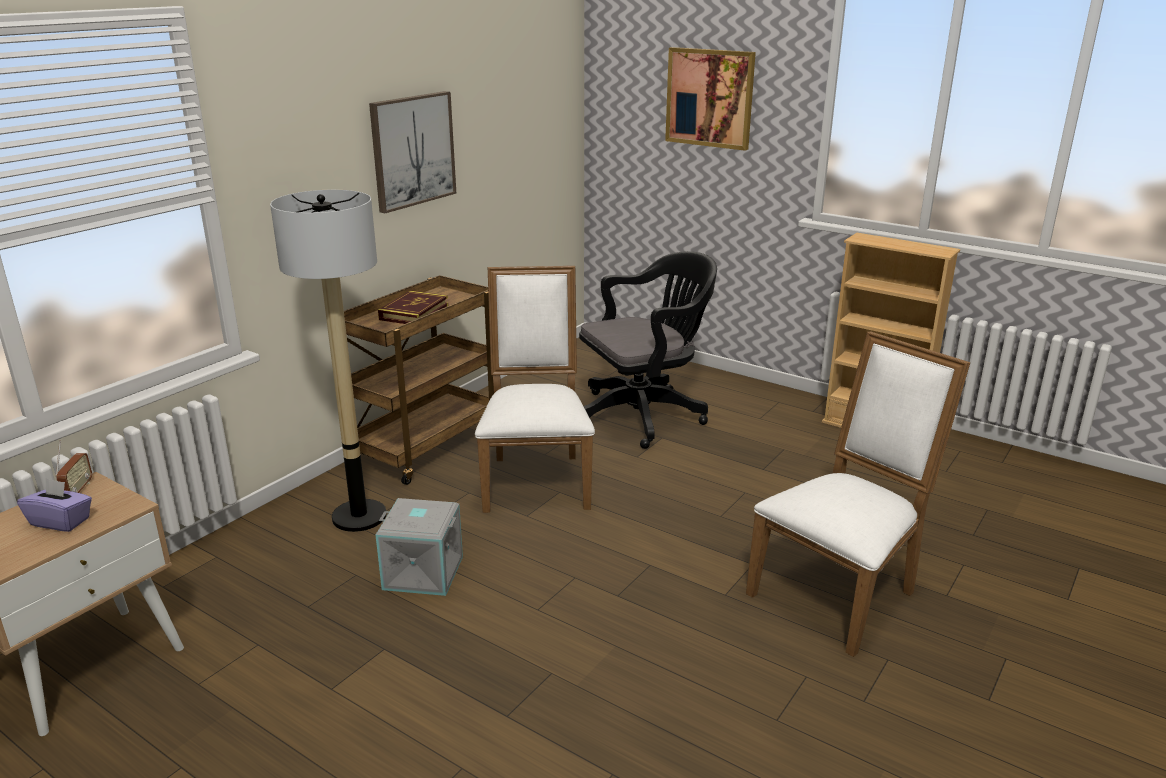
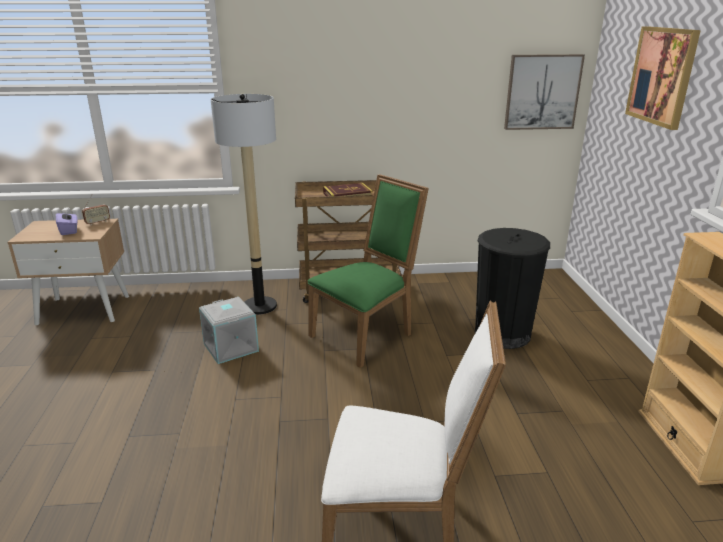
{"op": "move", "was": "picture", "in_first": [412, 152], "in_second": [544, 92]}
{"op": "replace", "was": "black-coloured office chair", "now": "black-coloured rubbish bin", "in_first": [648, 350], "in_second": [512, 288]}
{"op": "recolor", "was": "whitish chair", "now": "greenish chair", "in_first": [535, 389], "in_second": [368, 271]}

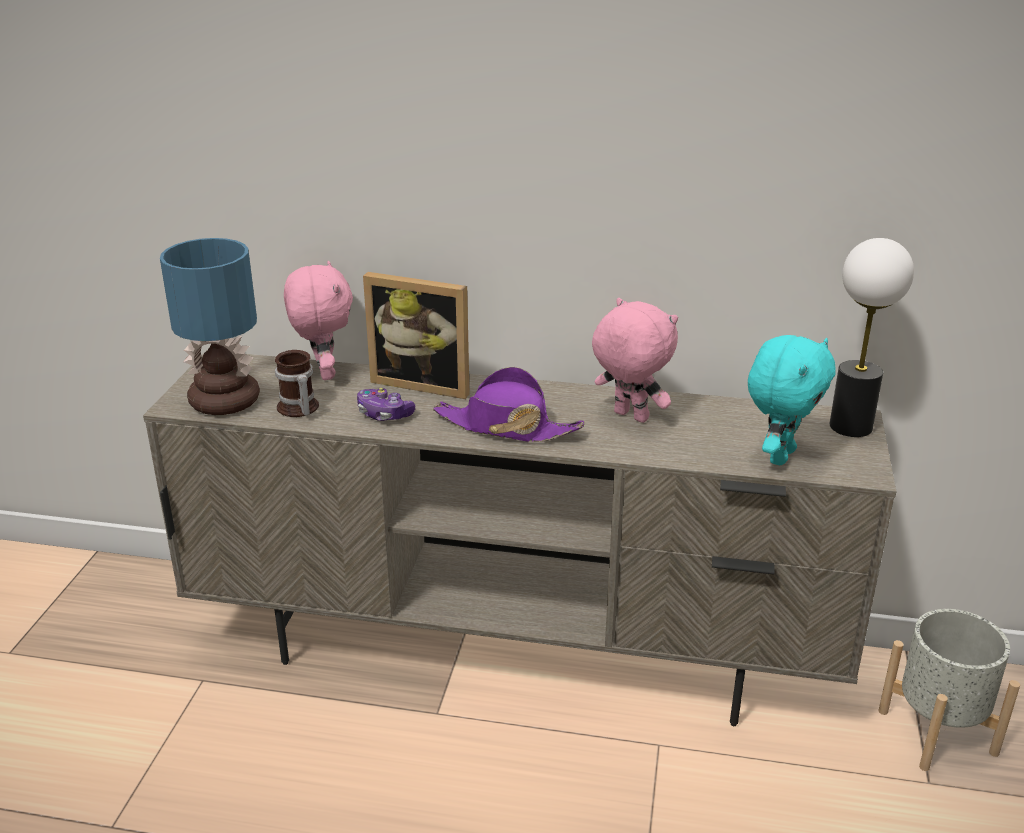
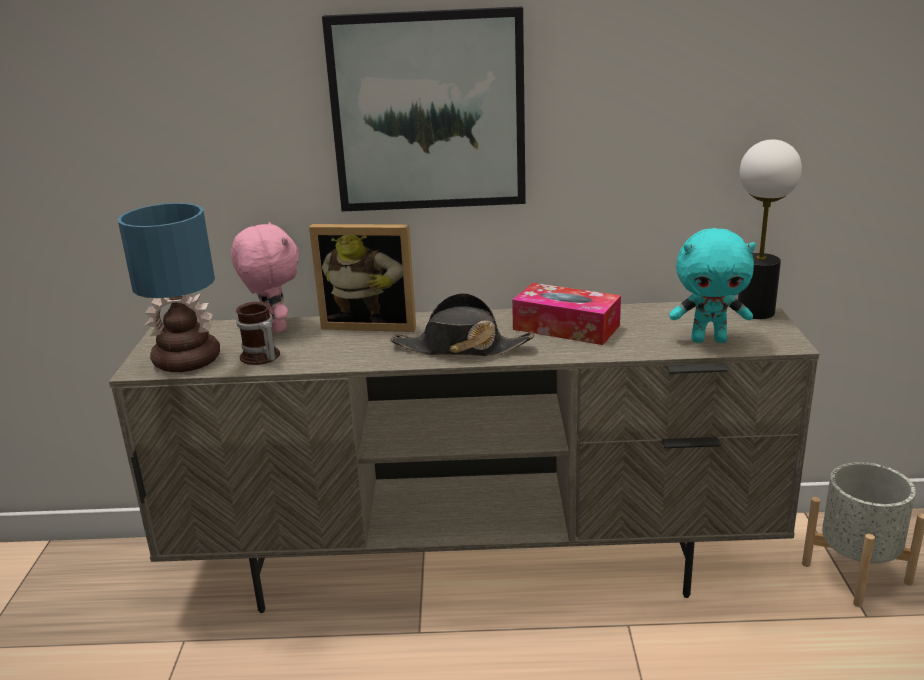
{"op": "delete", "was": "gamepad", "in_first": [386, 404]}
{"op": "insert", "now": "picture", "in_second": [424, 109]}
{"op": "replace", "was": "pink-coloured soft toy", "now": "tissue box", "in_first": [635, 360], "in_second": [566, 314]}
{"op": "recolor", "was": "purple-coloured hat", "now": "black-coloured hat", "in_first": [509, 404], "in_second": [462, 324]}
{"op": "rotate", "was": "turquoise soft toy", "in_first": [792, 400], "in_second": [712, 285], "clockwise": 75}

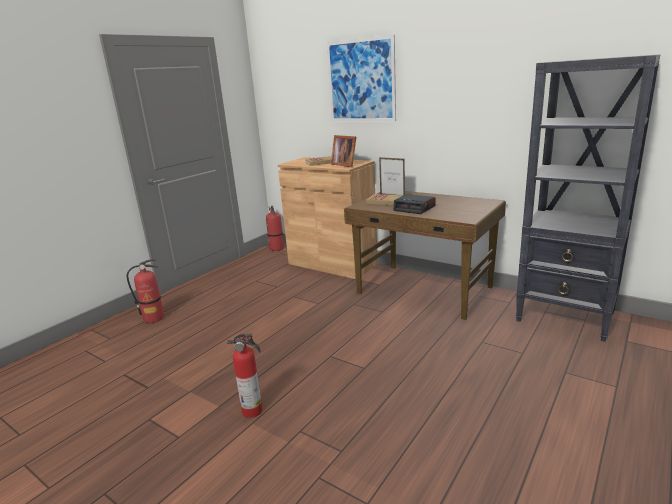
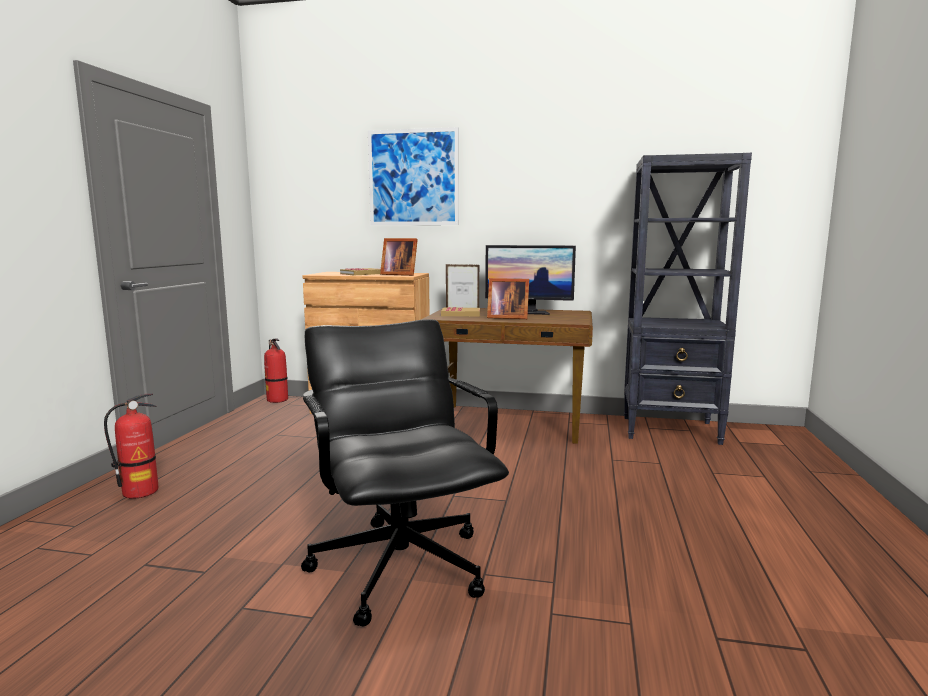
{"op": "insert", "now": "computer display", "in_second": [530, 280]}
{"op": "replace", "was": "fire-fighting cylinder", "now": "black-coloured office chair", "in_first": [245, 375], "in_second": [405, 472]}
{"op": "replace", "was": "alarm clock", "now": "photo frame", "in_first": [414, 204], "in_second": [508, 298]}

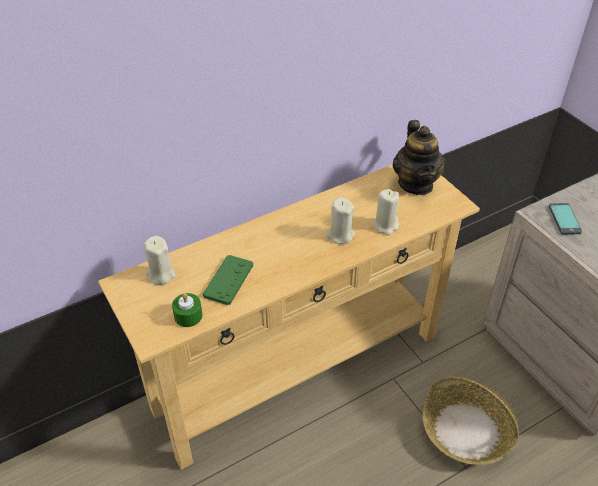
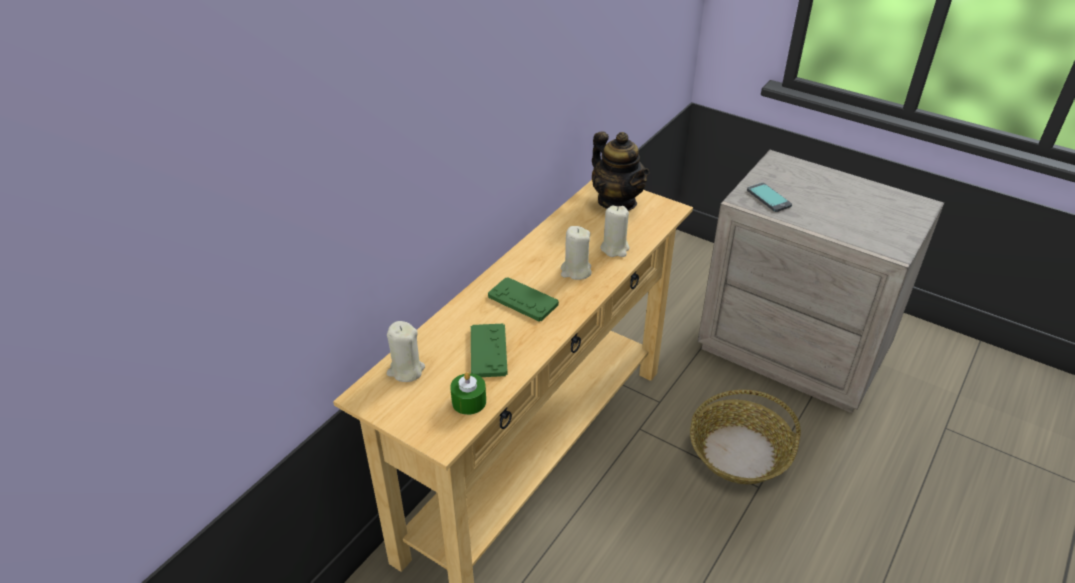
{"op": "insert", "now": "greenish gamepad", "in_second": [523, 299]}

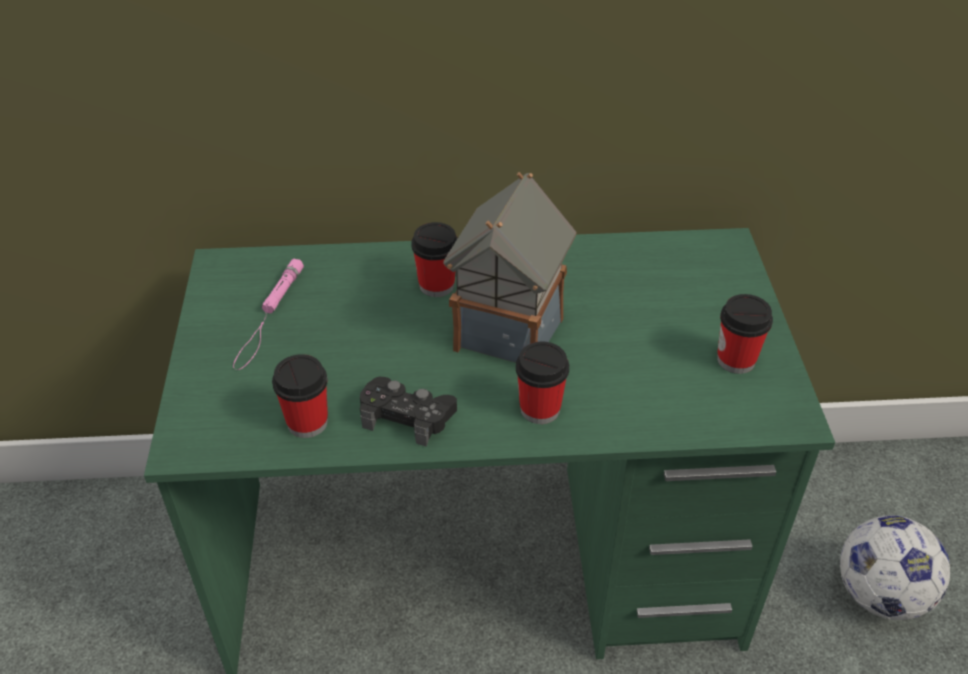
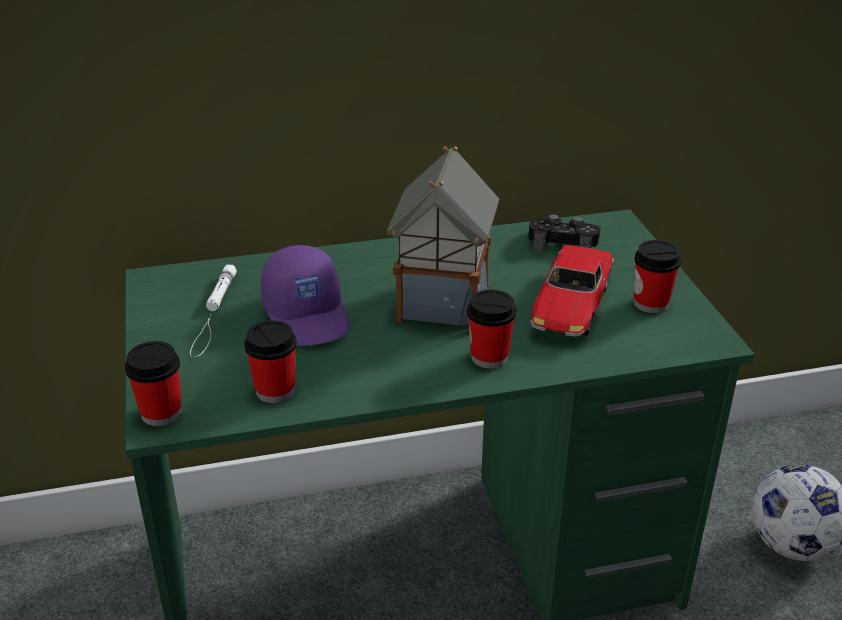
{"op": "insert", "now": "purple-coloured baseball cap", "in_second": [305, 295]}
{"op": "insert", "now": "model car", "in_second": [572, 291]}
{"op": "move", "was": "black-coloured gamepad", "in_first": [408, 412], "in_second": [564, 233]}
{"op": "move", "was": "small cup", "in_first": [434, 259], "in_second": [153, 383]}
{"op": "recolor", "was": "pink-coloured hand torch", "now": "whitish hand torch", "in_first": [268, 314], "in_second": [213, 311]}

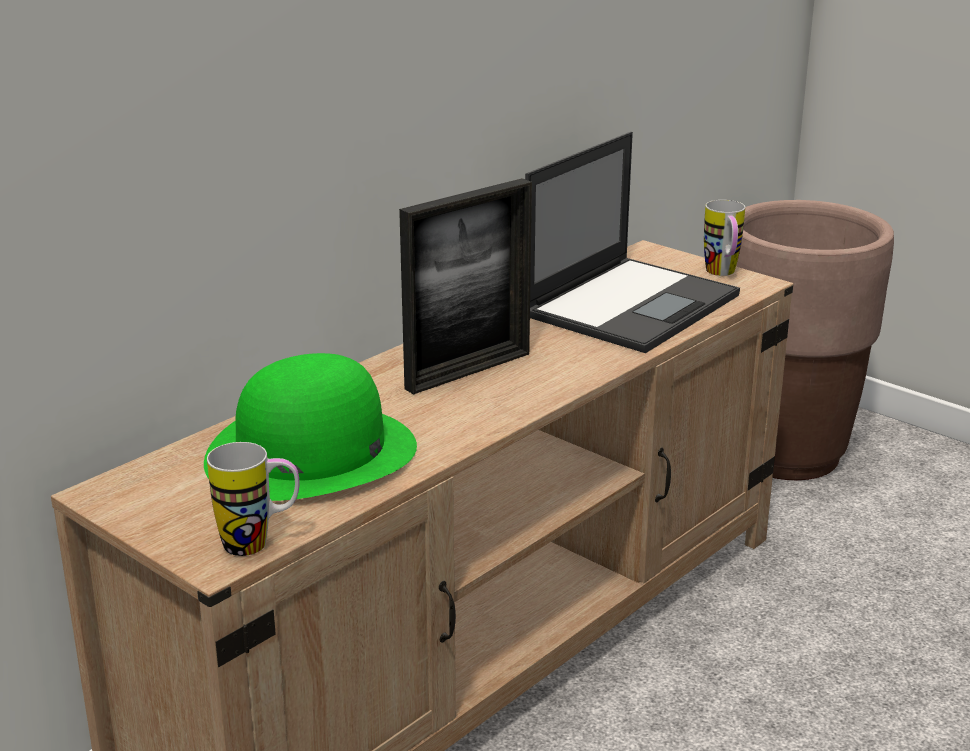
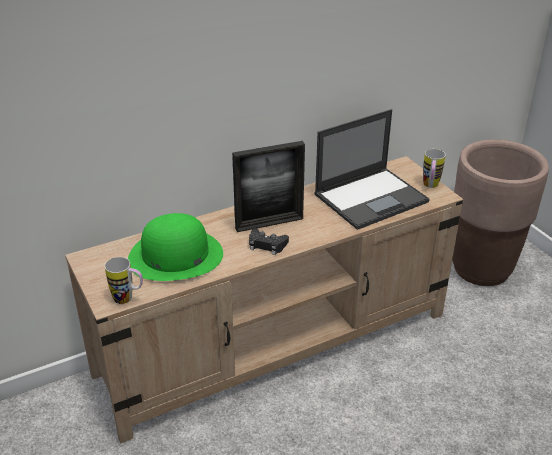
{"op": "insert", "now": "black-coloured gamepad", "in_second": [269, 241]}

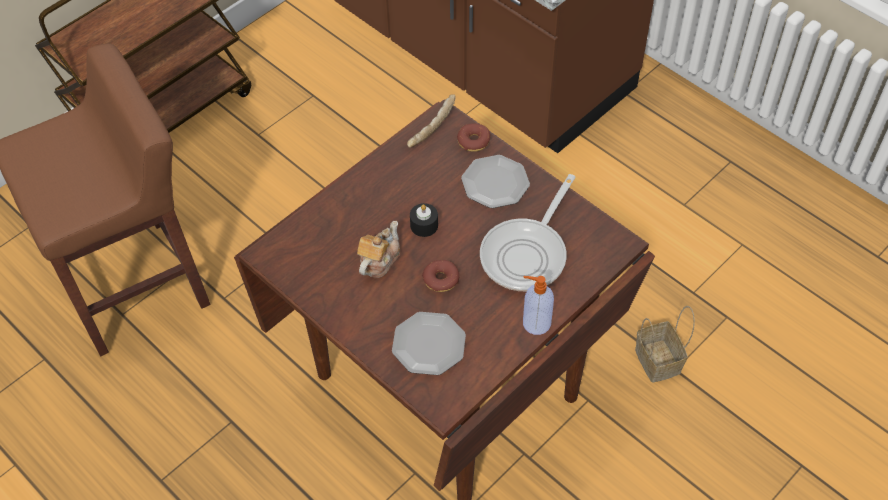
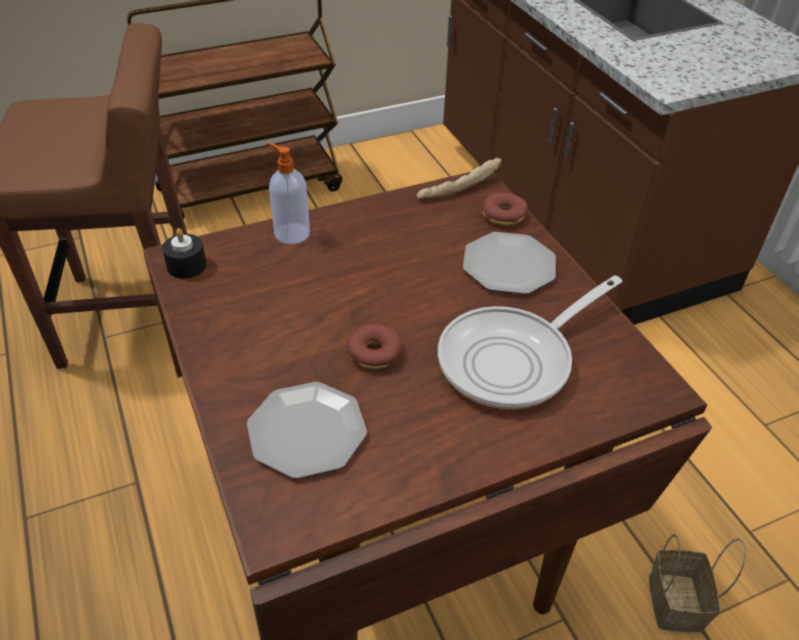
{"op": "delete", "was": "tea pot", "in_first": [378, 249]}
{"op": "move", "was": "black-coloured wax candle", "in_first": [424, 220], "in_second": [184, 253]}
{"op": "move", "was": "soap bottle", "in_first": [538, 305], "in_second": [288, 193]}

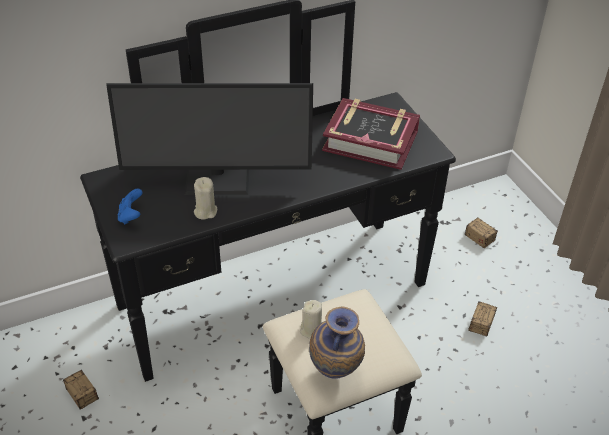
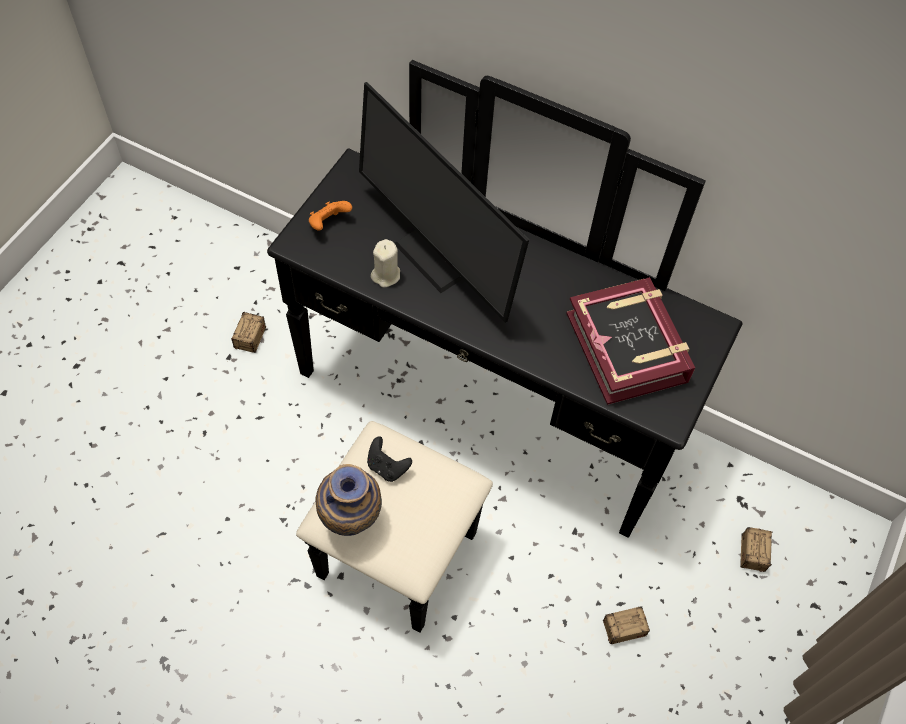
{"op": "replace", "was": "beige wax candle", "now": "black-coloured gamepad", "in_first": [311, 319], "in_second": [389, 459]}
{"op": "recolor", "was": "blue-coloured gamepad", "now": "orange-coloured gamepad", "in_first": [130, 206], "in_second": [330, 216]}

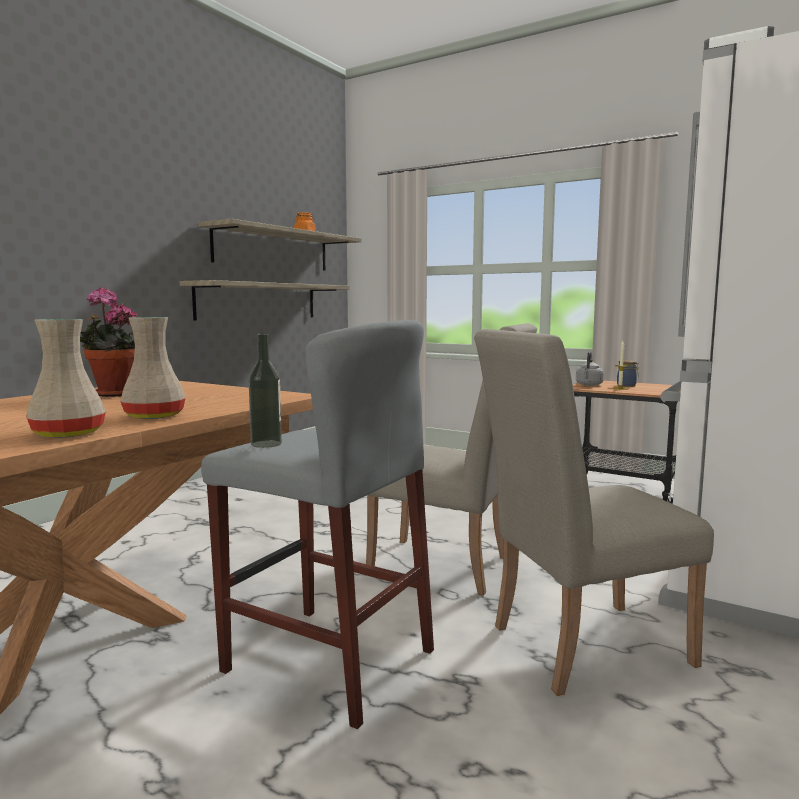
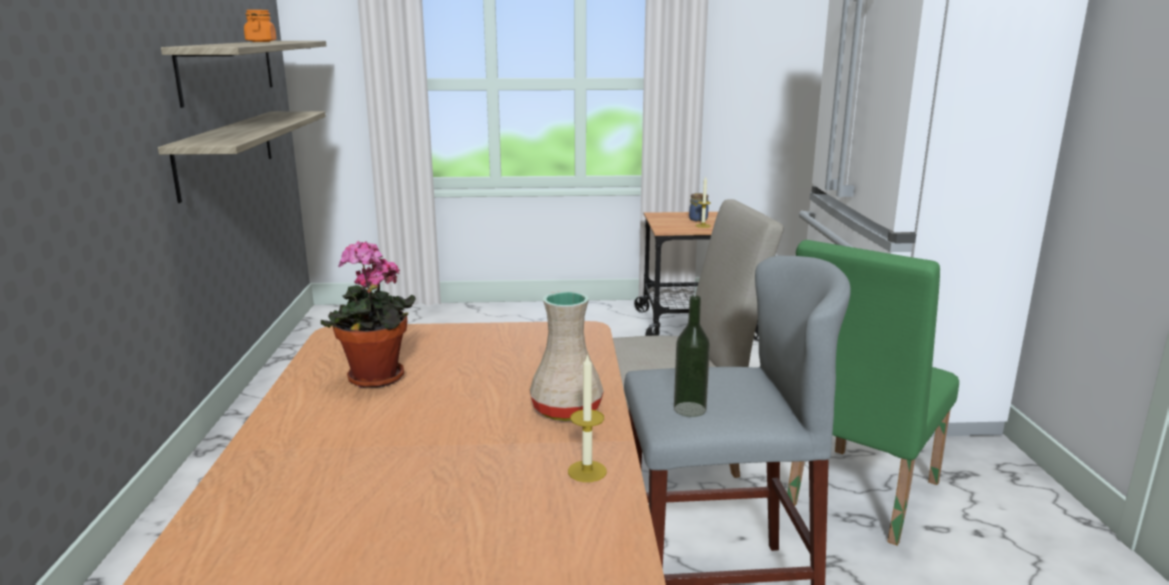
{"op": "delete", "was": "greyish tea kettle", "in_first": [590, 368]}
{"op": "replace", "was": "beige flower vase", "now": "wax candle", "in_first": [66, 378], "in_second": [587, 417]}
{"op": "recolor", "was": "beige chair", "now": "greenish chair", "in_first": [594, 512], "in_second": [873, 393]}

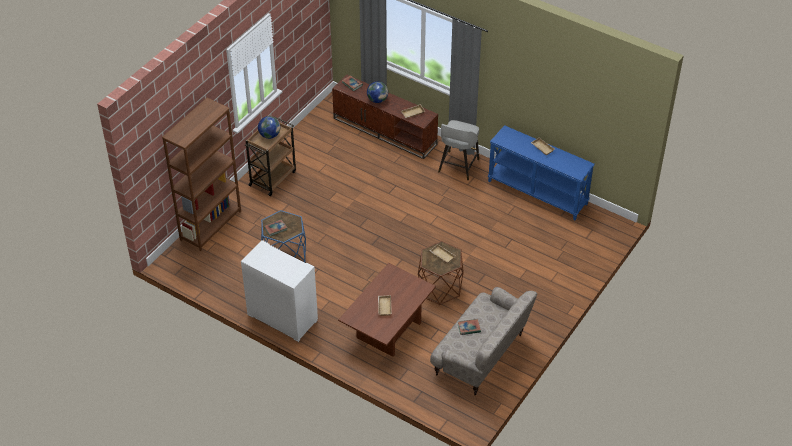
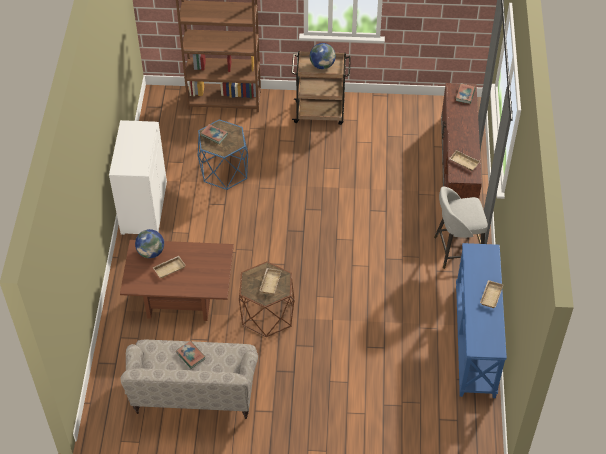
{"op": "move", "was": "desk globe", "in_first": [377, 92], "in_second": [149, 243]}

